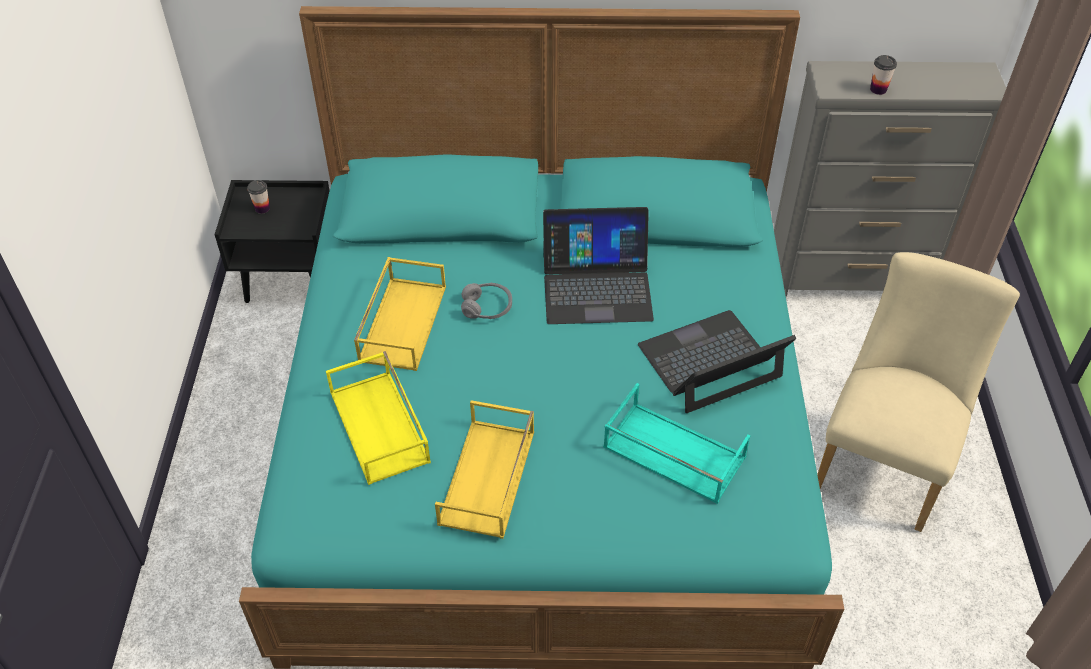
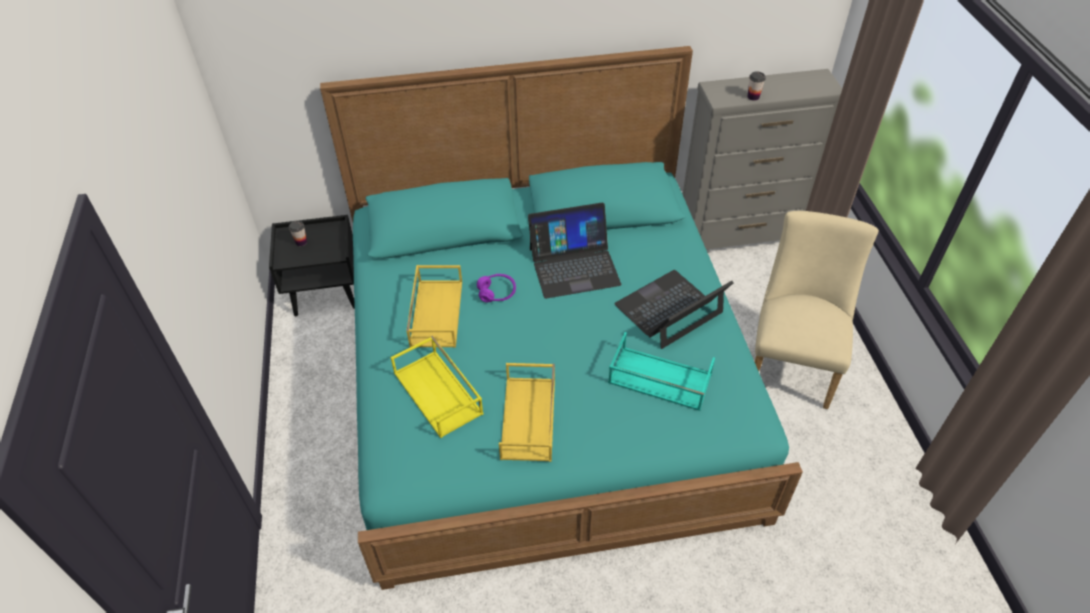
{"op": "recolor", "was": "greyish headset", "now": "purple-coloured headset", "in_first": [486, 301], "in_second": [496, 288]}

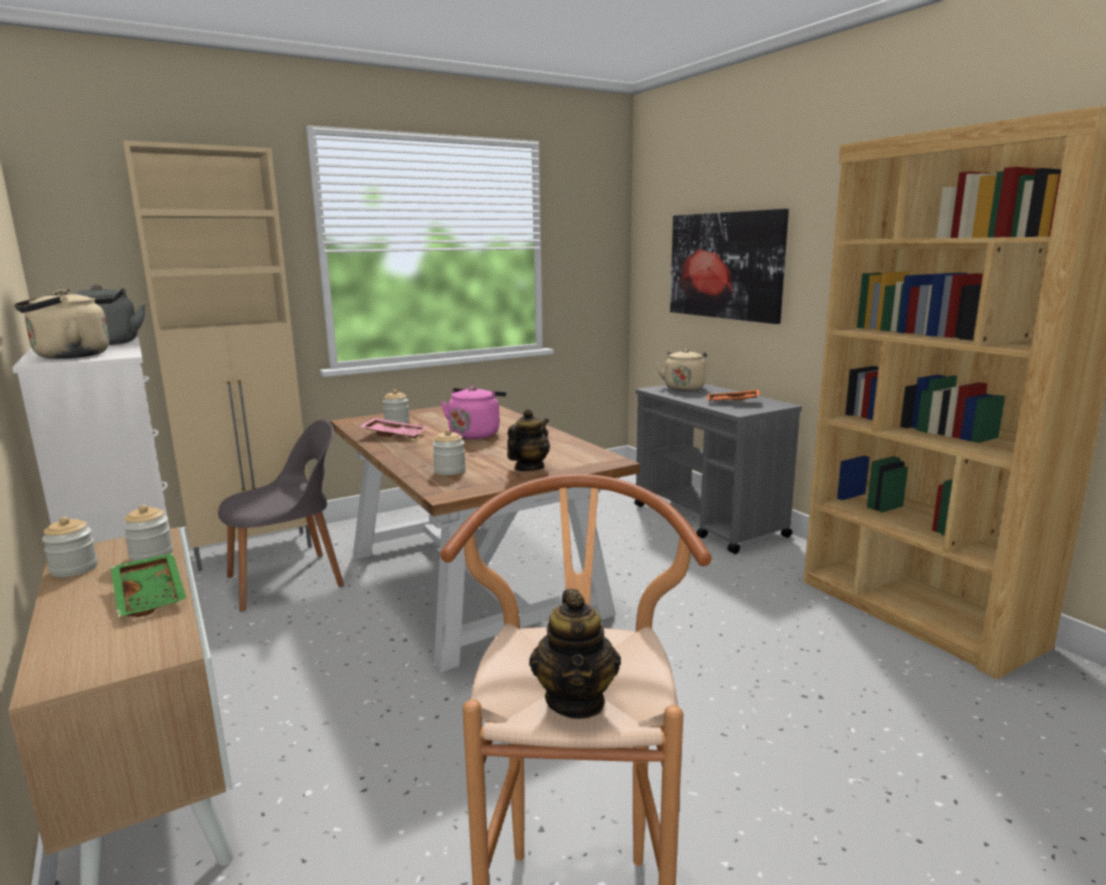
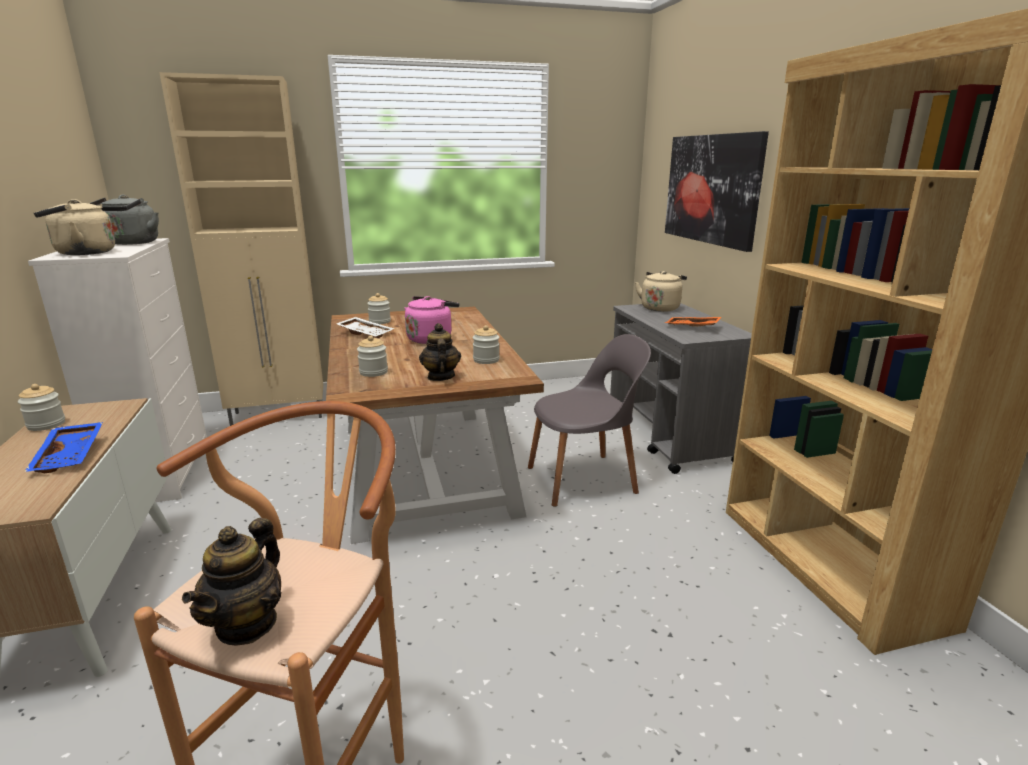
{"op": "move", "was": "jar", "in_first": [148, 533], "in_second": [486, 344]}
{"op": "move", "was": "greyish chair", "in_first": [281, 515], "in_second": [589, 420]}
{"op": "recolor", "was": "greenish carrying tray", "now": "blue-coloured carrying tray", "in_first": [148, 585], "in_second": [64, 447]}
{"op": "recolor", "was": "pink-coloured carrying tray", "now": "whitish carrying tray", "in_first": [393, 428], "in_second": [365, 327]}
{"op": "rotate", "was": "tea pot", "in_first": [528, 440], "in_second": [440, 352], "clockwise": -60}

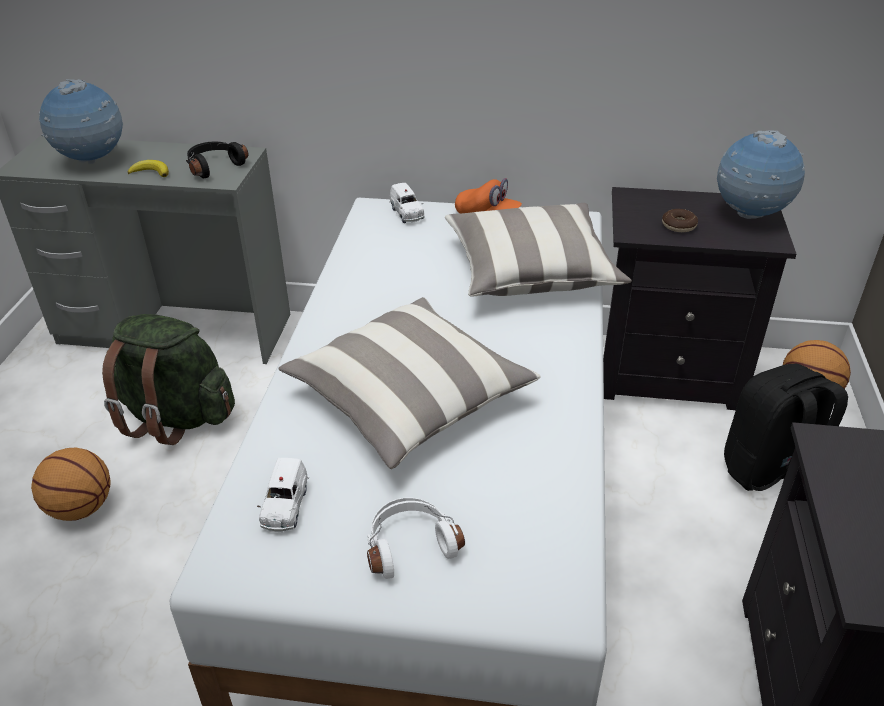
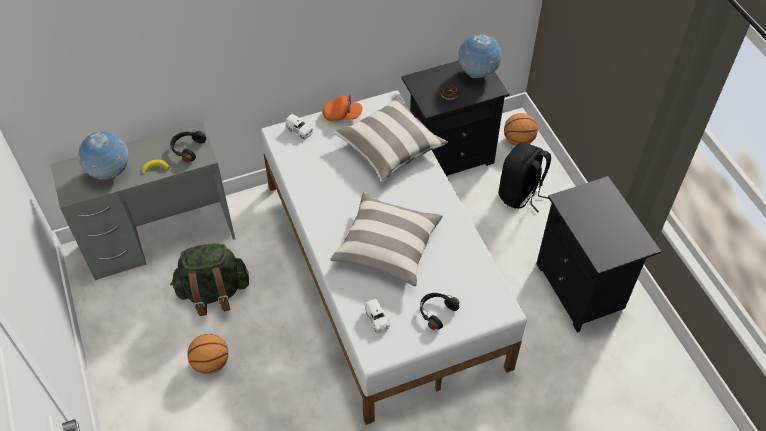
{"op": "recolor", "was": "whitish headset", "now": "black-coloured headset", "in_first": [416, 538], "in_second": [439, 311]}

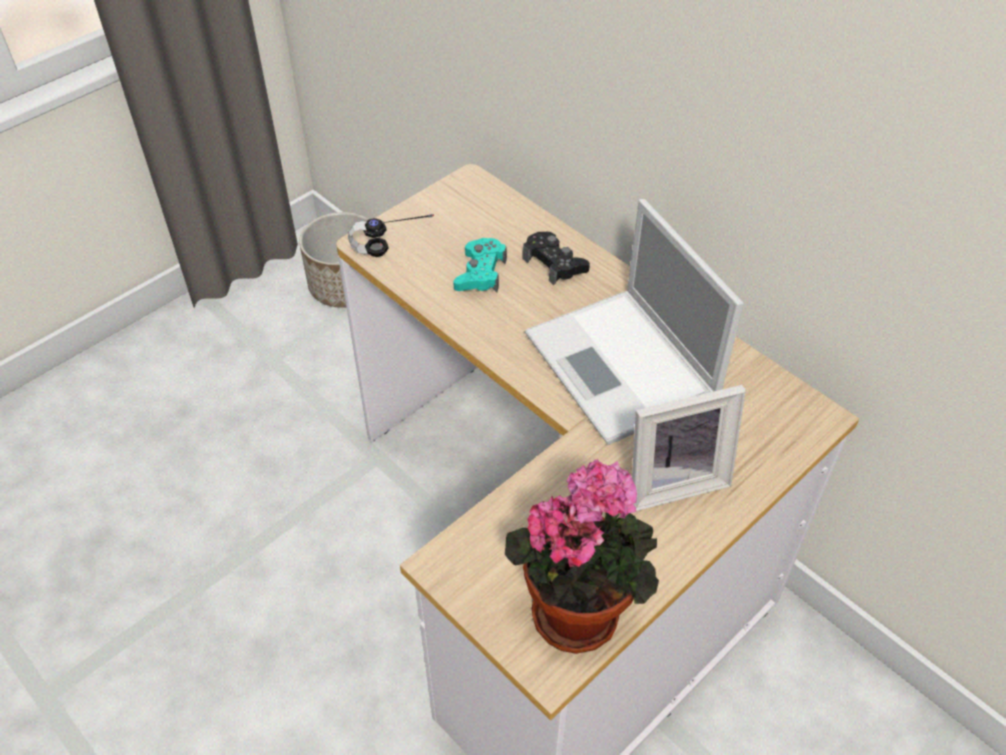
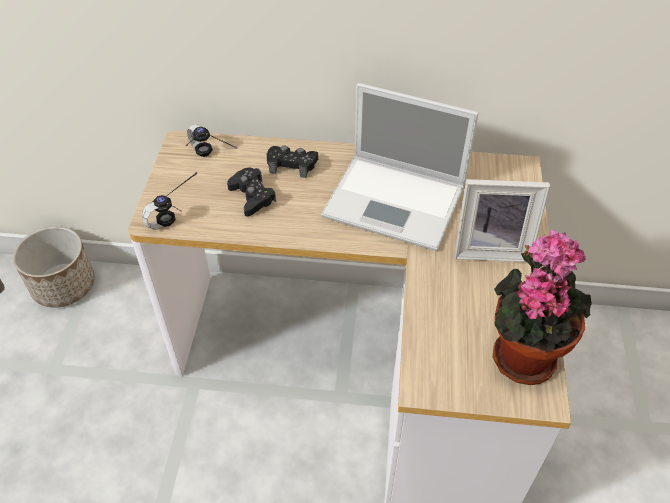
{"op": "insert", "now": "headset", "in_second": [211, 140]}
{"op": "recolor", "was": "turquoise gamepad", "now": "black-coloured gamepad", "in_first": [480, 265], "in_second": [251, 191]}
{"op": "rotate", "was": "photo frame", "in_first": [689, 448], "in_second": [502, 220], "clockwise": 60}

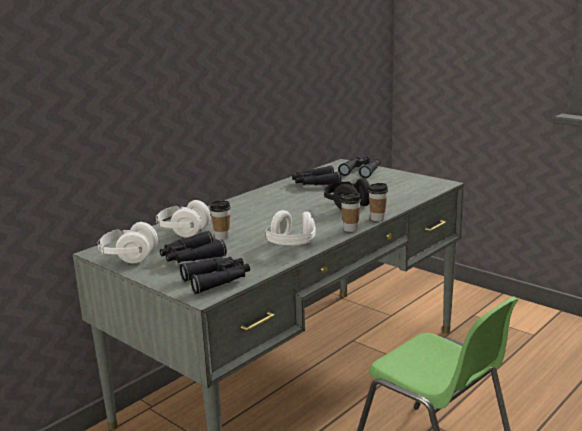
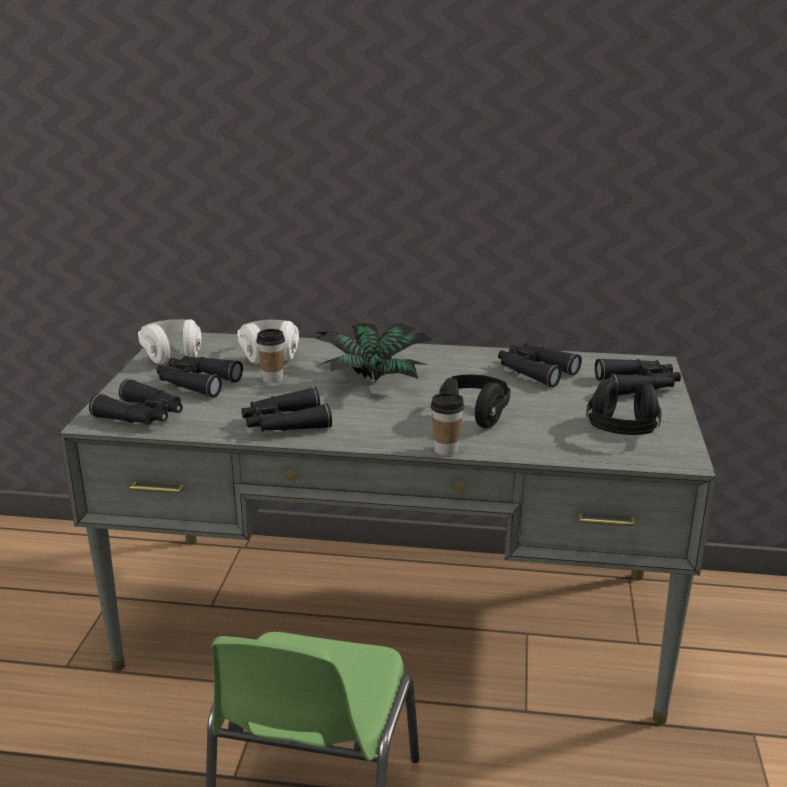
{"op": "delete", "was": "small cup", "in_first": [350, 212]}
{"op": "insert", "now": "plant in a pot", "in_second": [373, 352]}
{"op": "insert", "now": "black-coloured headset", "in_second": [624, 406]}
{"op": "replace", "was": "whitish headset", "now": "black-coloured binoculars", "in_first": [290, 227], "in_second": [287, 409]}

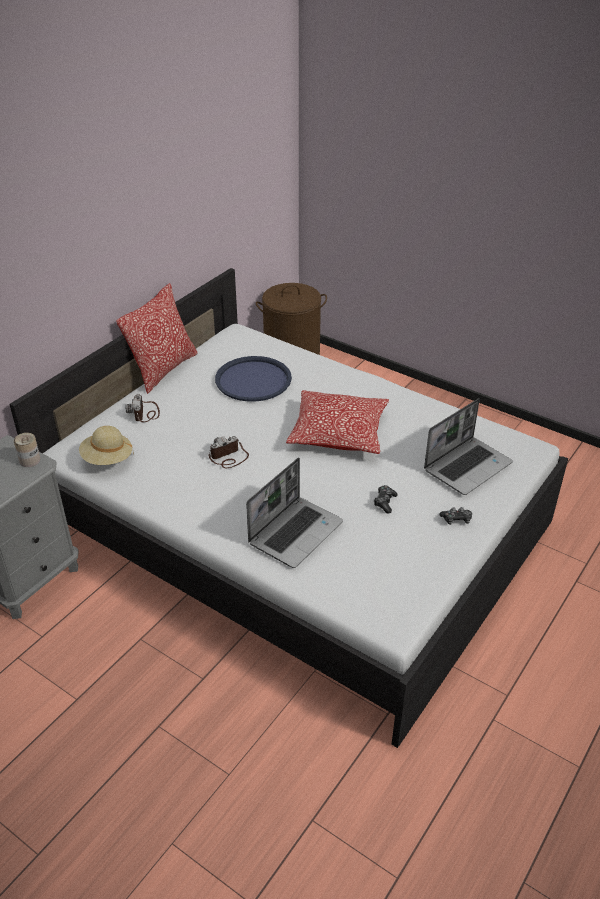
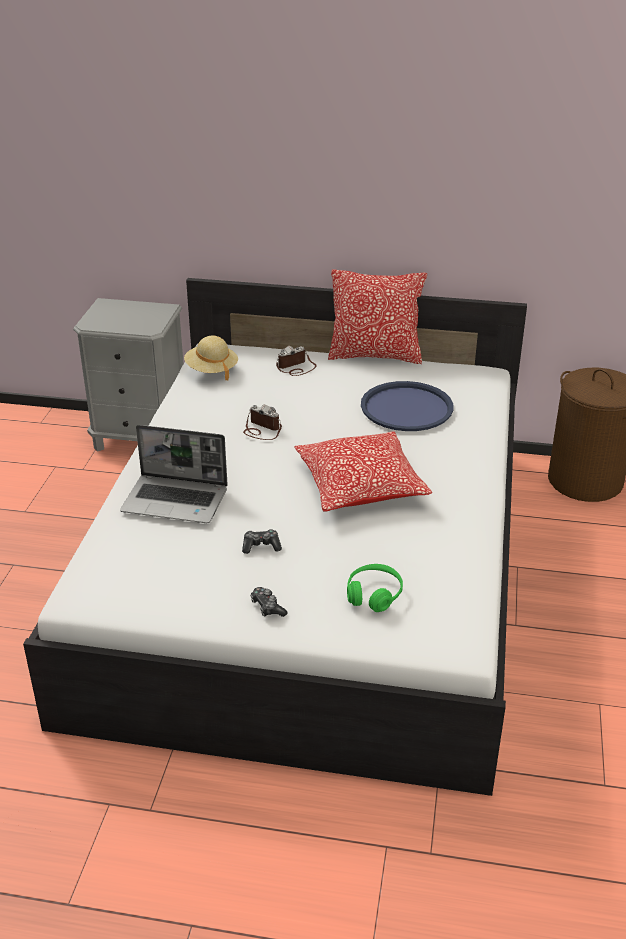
{"op": "delete", "was": "metal can", "in_first": [27, 450]}
{"op": "replace", "was": "portable computer", "now": "greenish headset", "in_first": [468, 446], "in_second": [375, 588]}

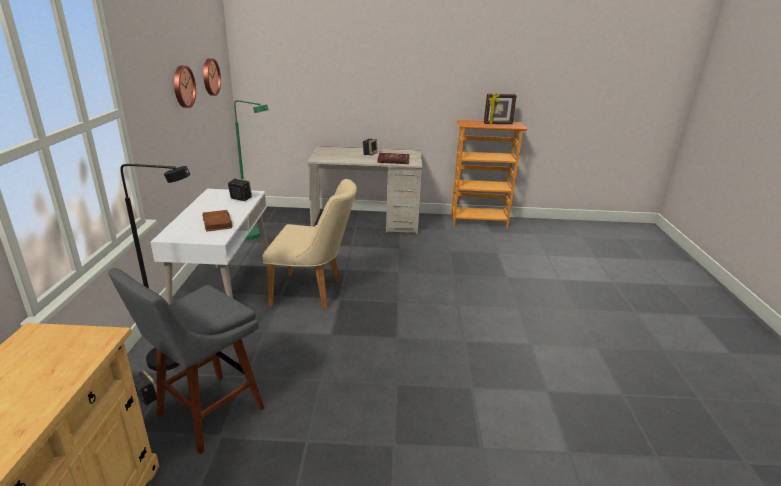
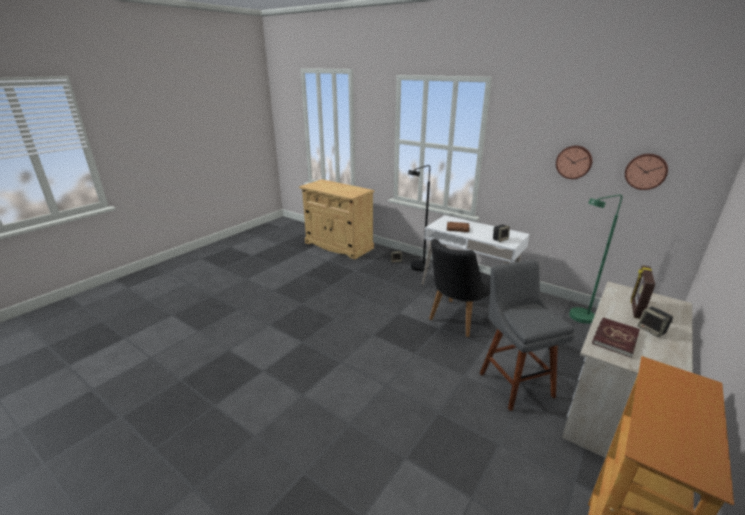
{"op": "move", "was": "greyish stool", "in_first": [186, 361], "in_second": [527, 335]}
{"op": "move", "was": "photo frame", "in_first": [500, 109], "in_second": [643, 292]}
{"op": "recolor", "was": "beige chair", "now": "black-coloured chair", "in_first": [310, 244], "in_second": [460, 288]}

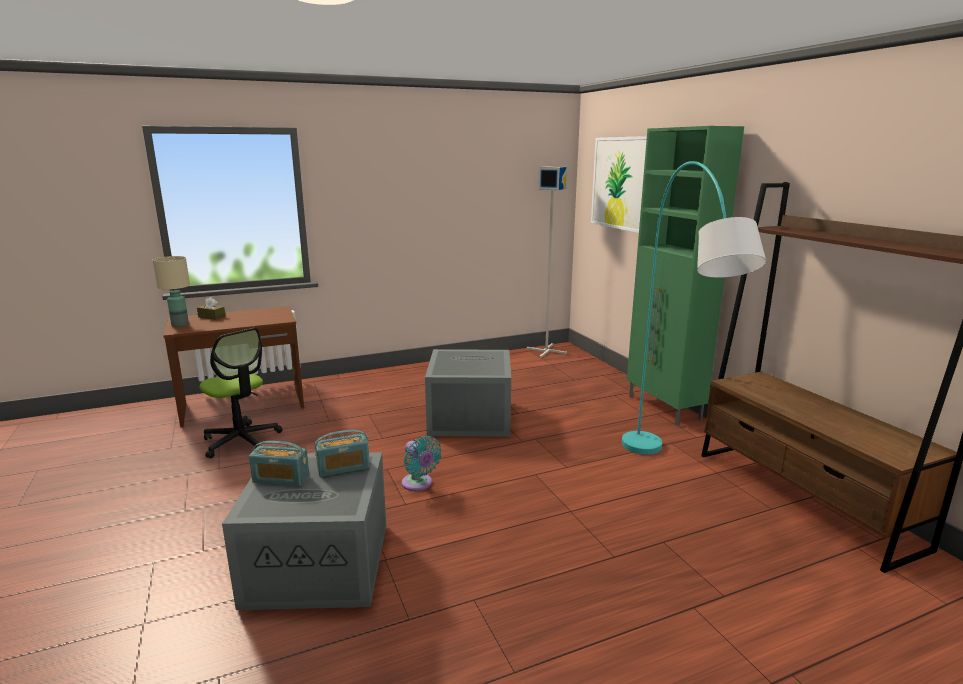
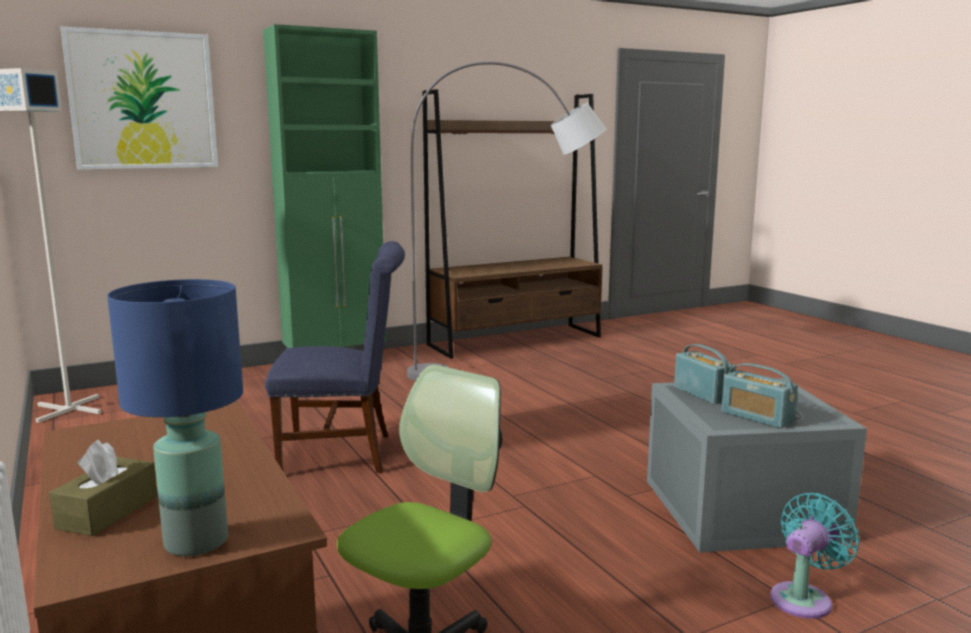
{"op": "move", "was": "turquoise cooling fan", "in_first": [422, 463], "in_second": [815, 556]}
{"op": "replace", "was": "greyish storage box", "now": "blue-coloured chair", "in_first": [468, 393], "in_second": [335, 357]}
{"op": "recolor", "was": "beige lamp for a table", "now": "blue-coloured lamp for a table", "in_first": [171, 291], "in_second": [175, 417]}
{"op": "recolor", "was": "turquoise standing lamp", "now": "greyish standing lamp", "in_first": [694, 308], "in_second": [506, 221]}
{"op": "rotate", "was": "radio", "in_first": [279, 463], "in_second": [759, 396], "clockwise": 135}

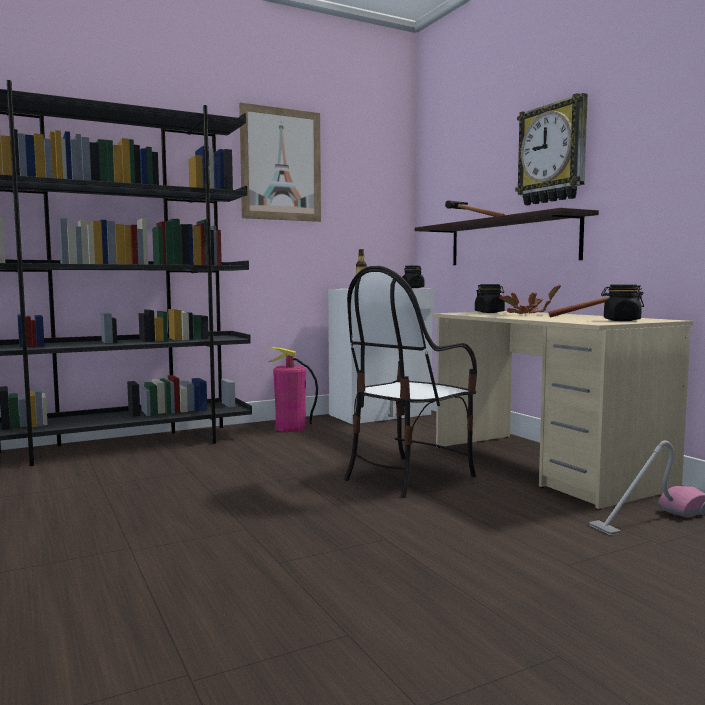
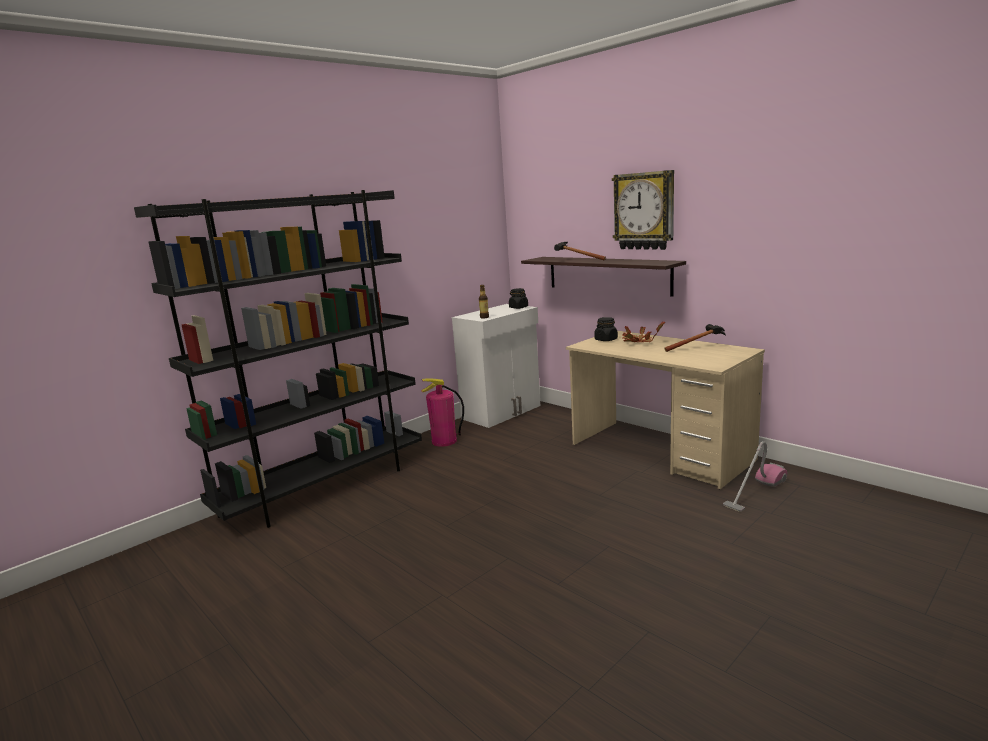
{"op": "delete", "was": "picture", "in_first": [280, 162]}
{"op": "delete", "was": "chair", "in_first": [410, 382]}
{"op": "delete", "was": "black-coloured jar", "in_first": [622, 303]}

